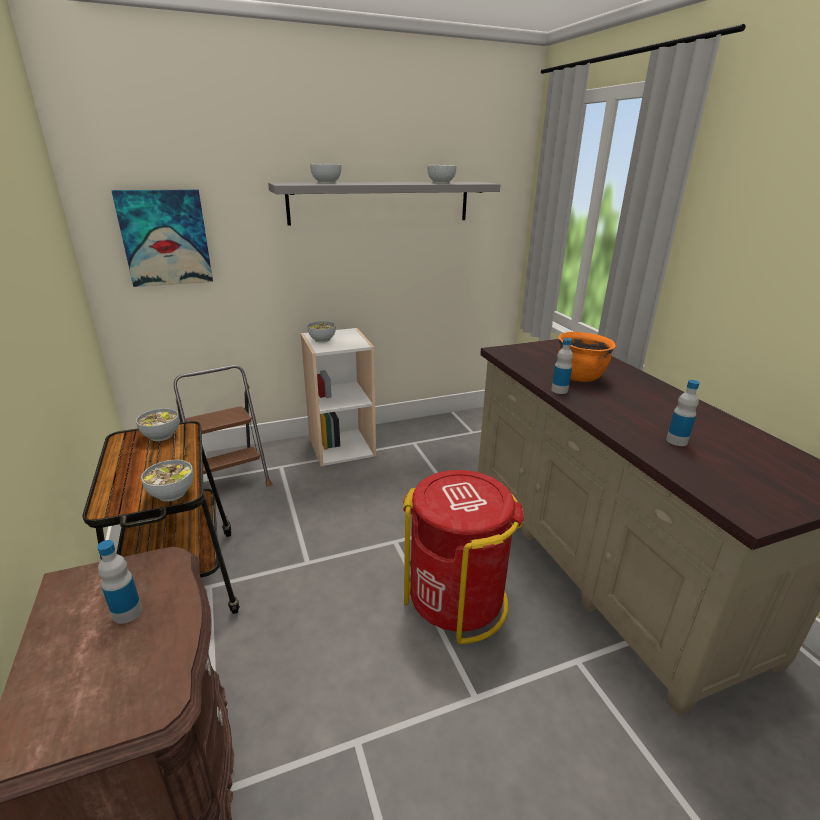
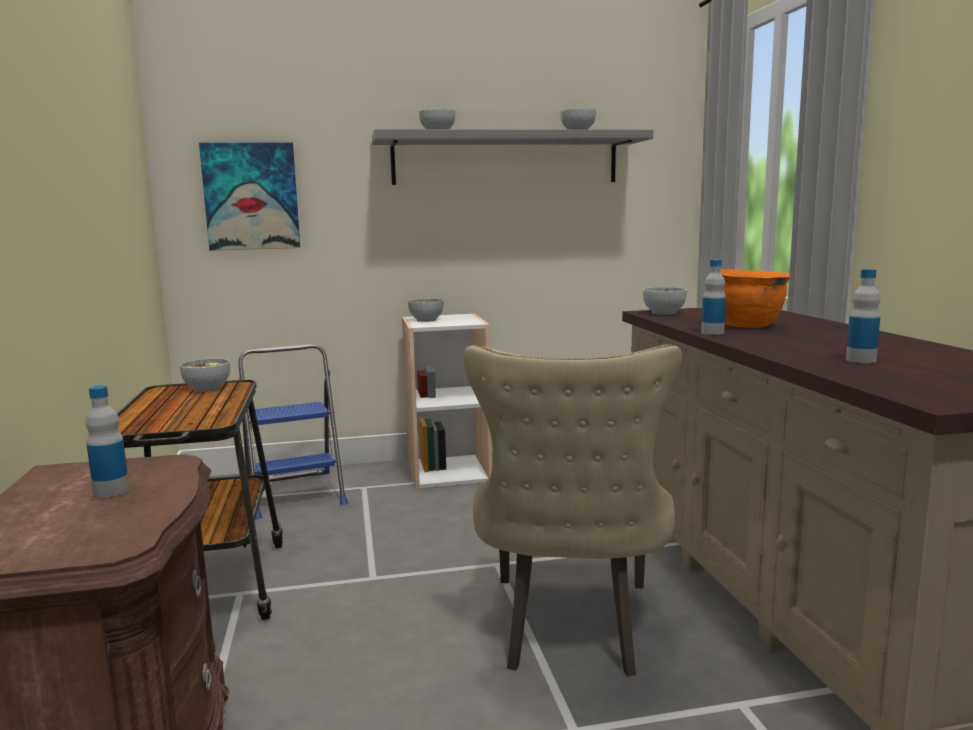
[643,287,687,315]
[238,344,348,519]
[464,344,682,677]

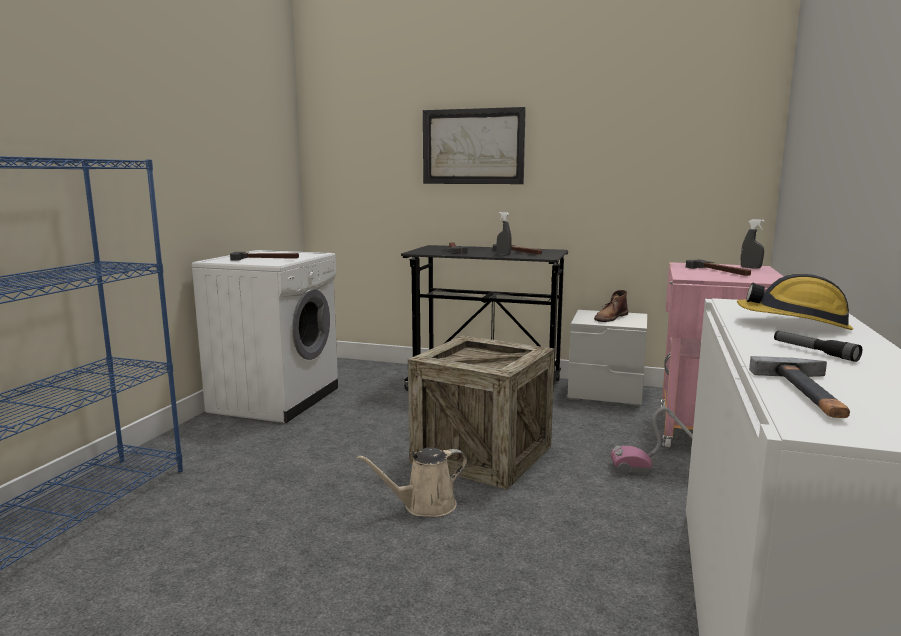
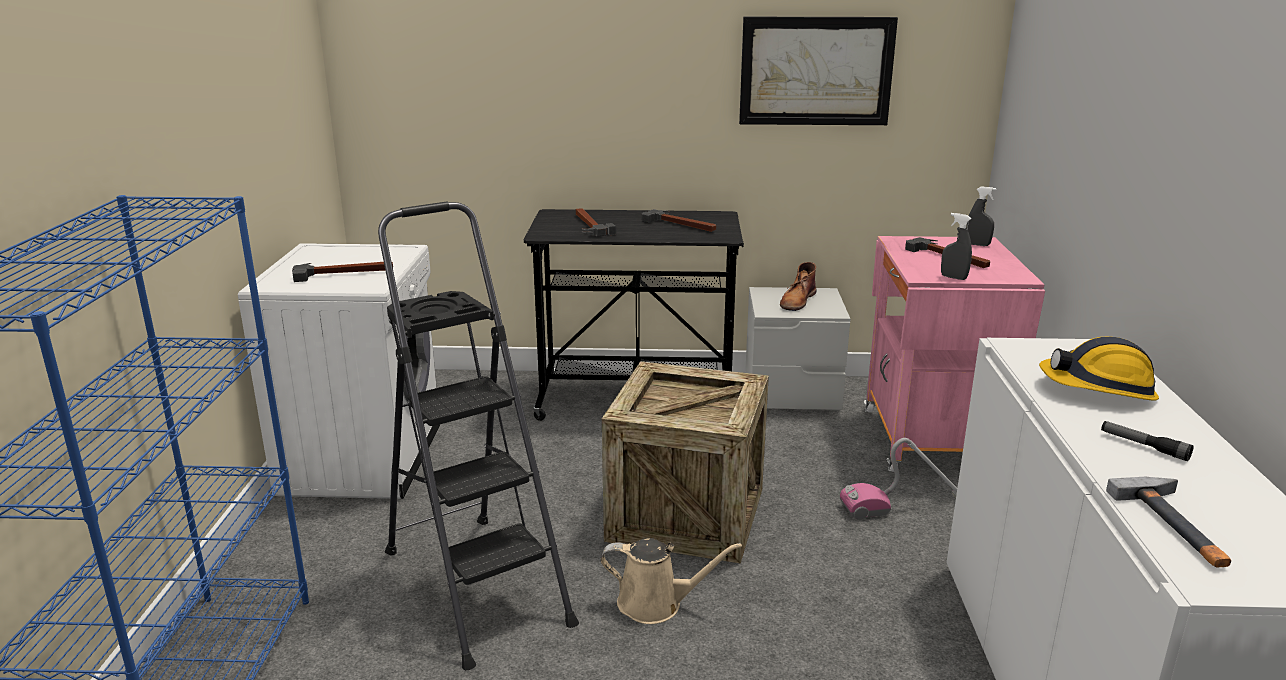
[600,538,742,624]
[739,17,898,125]
[941,213,972,280]
[378,202,579,670]

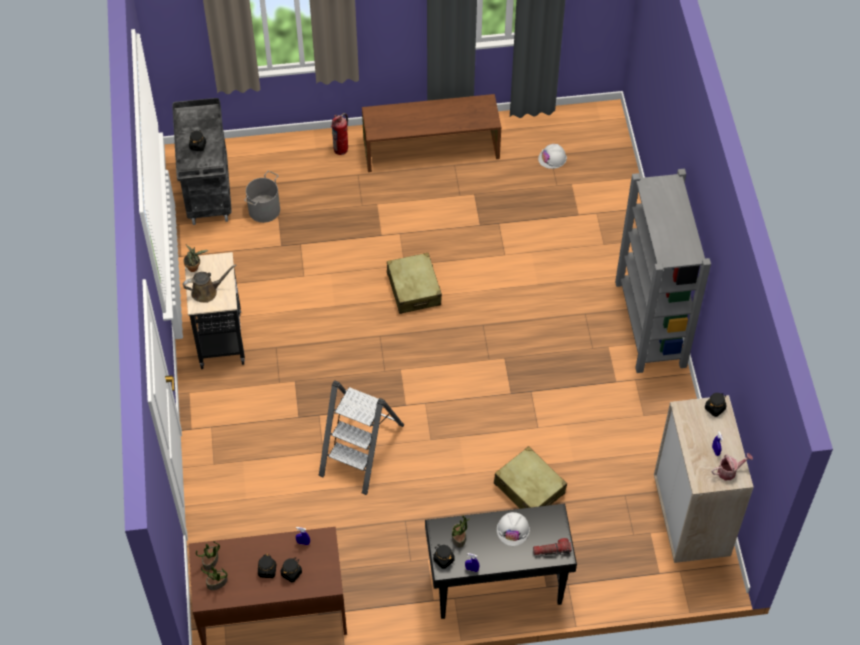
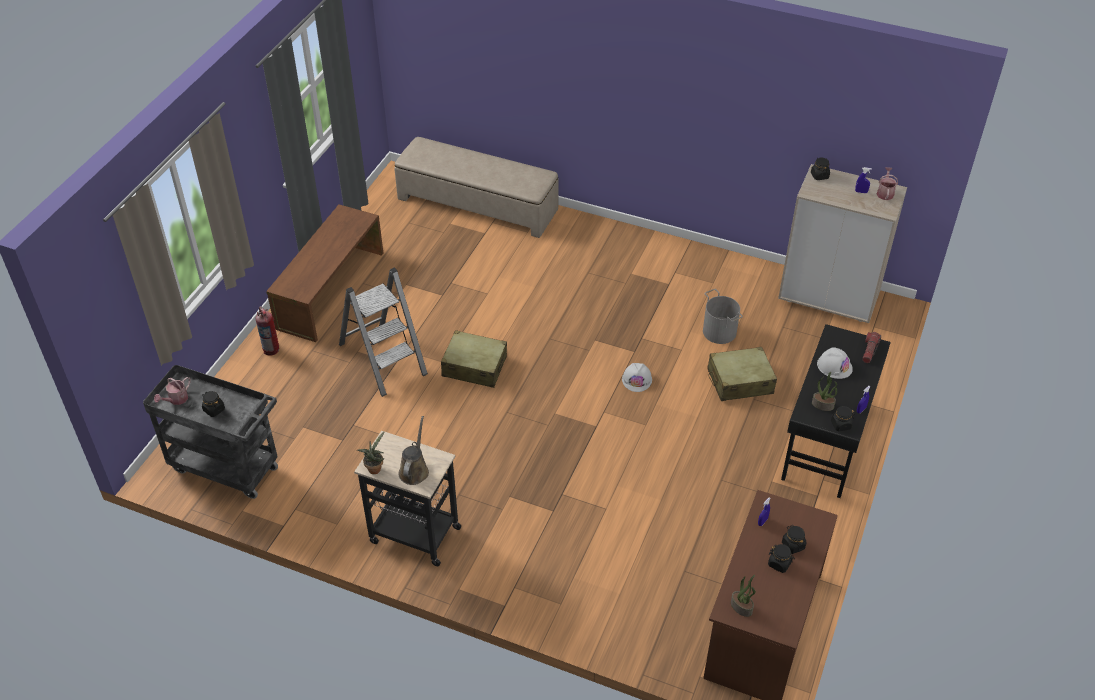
[201,566,228,590] (first image)
[703,289,743,344]
[339,267,428,397]
[622,363,652,392]
[615,169,711,373] (first image)
[154,377,191,405]
[394,137,559,238]

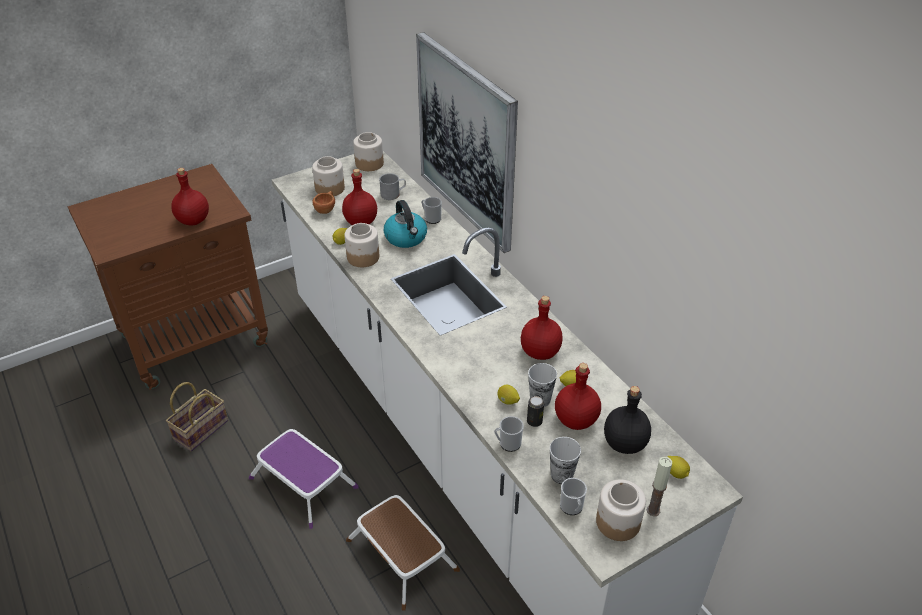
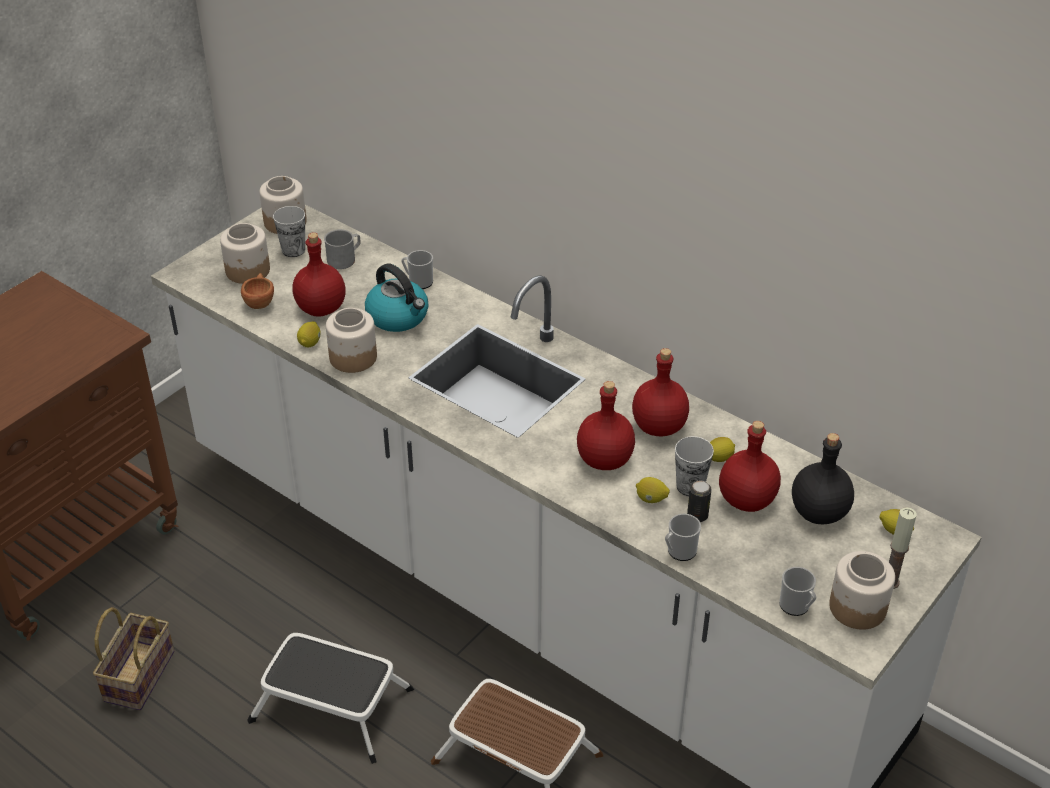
[577,381,635,470]
[247,633,414,764]
[416,32,518,253] (first image)
[273,206,305,257]

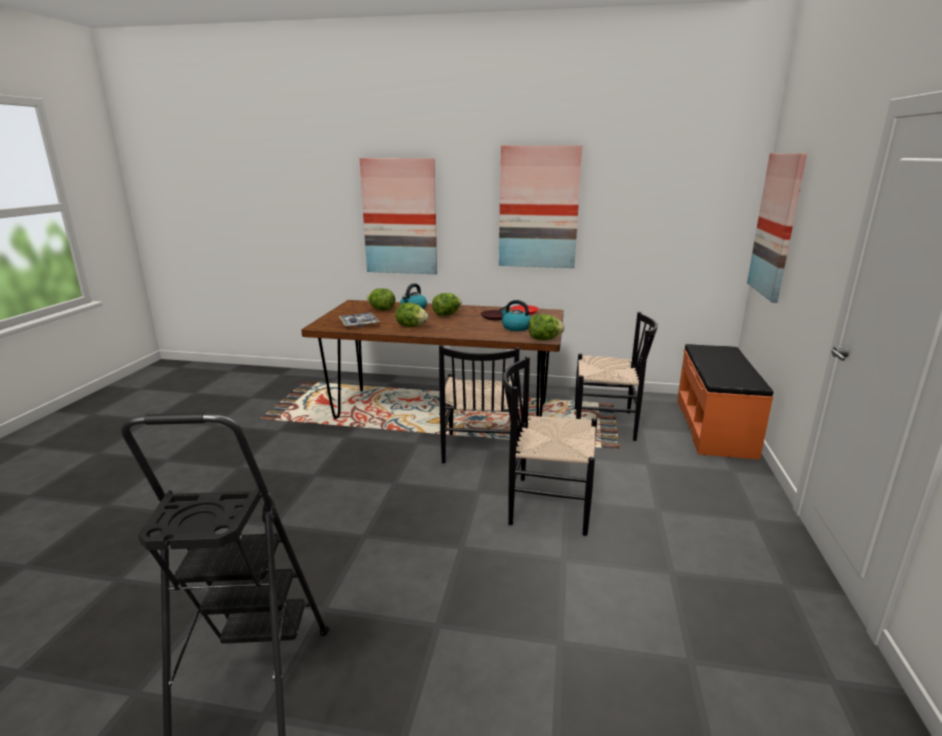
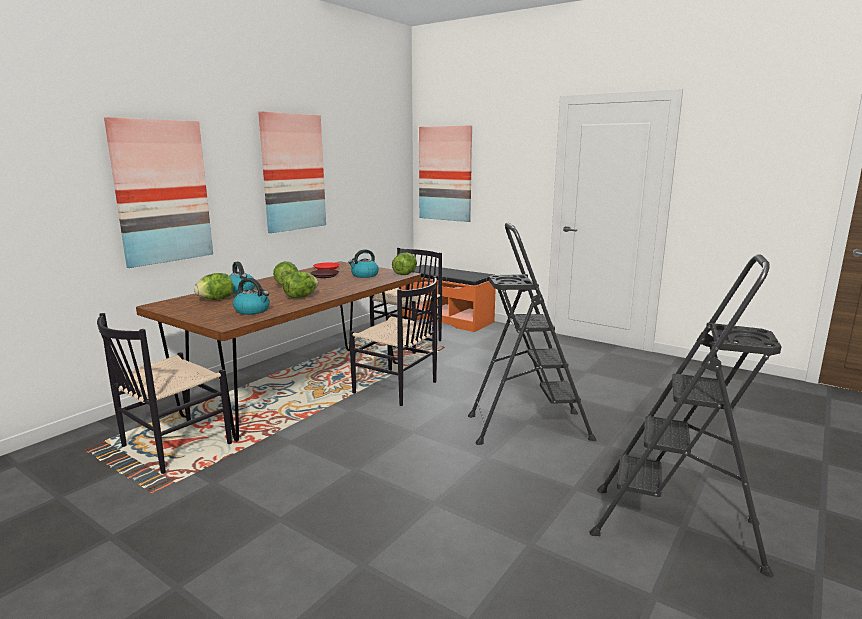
[233,278,270,315]
[97,313,232,474]
[468,222,597,445]

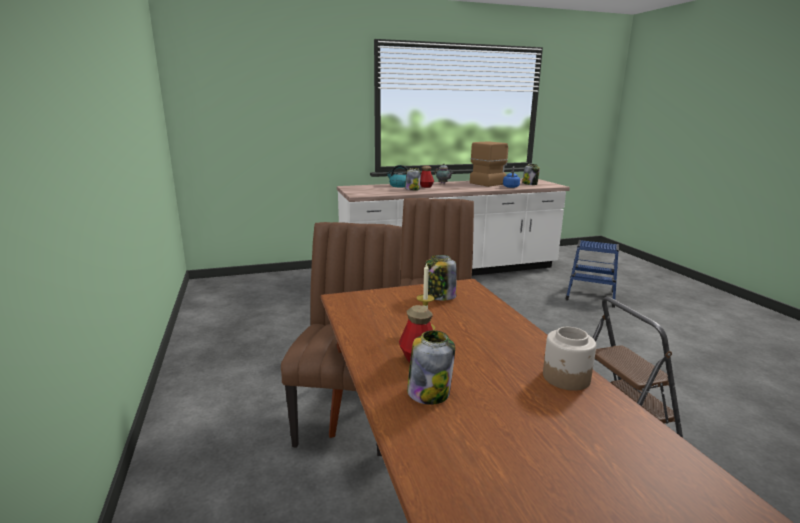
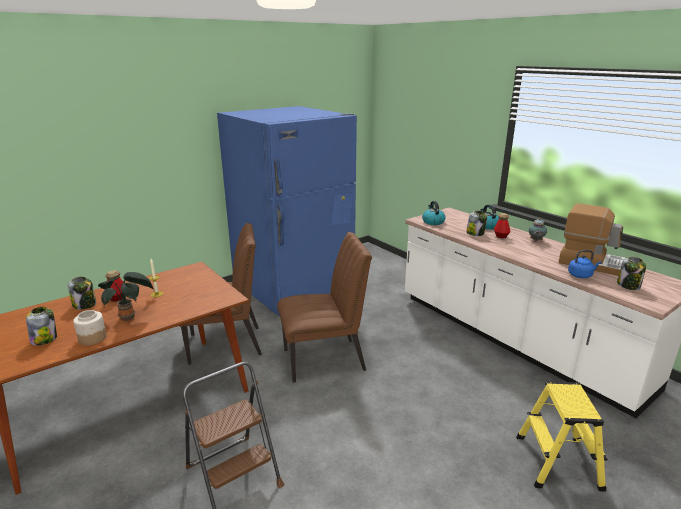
[26,307,57,345]
[516,381,608,492]
[98,272,153,321]
[217,106,357,316]
[422,201,446,225]

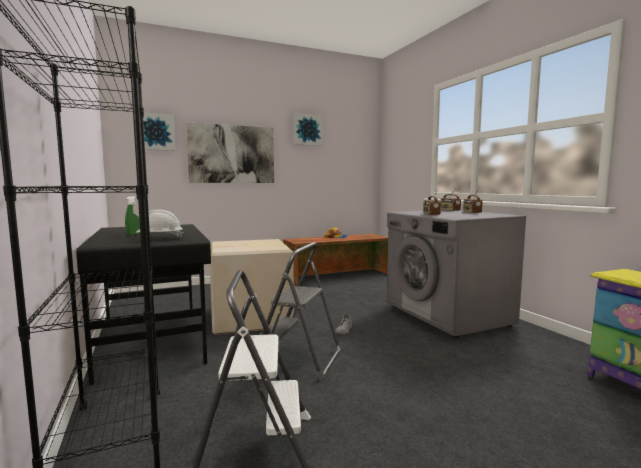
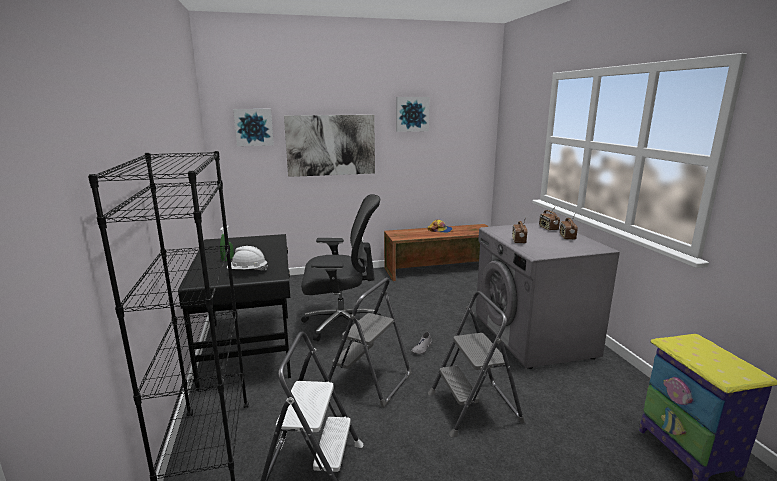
[301,194,381,341]
[428,291,525,438]

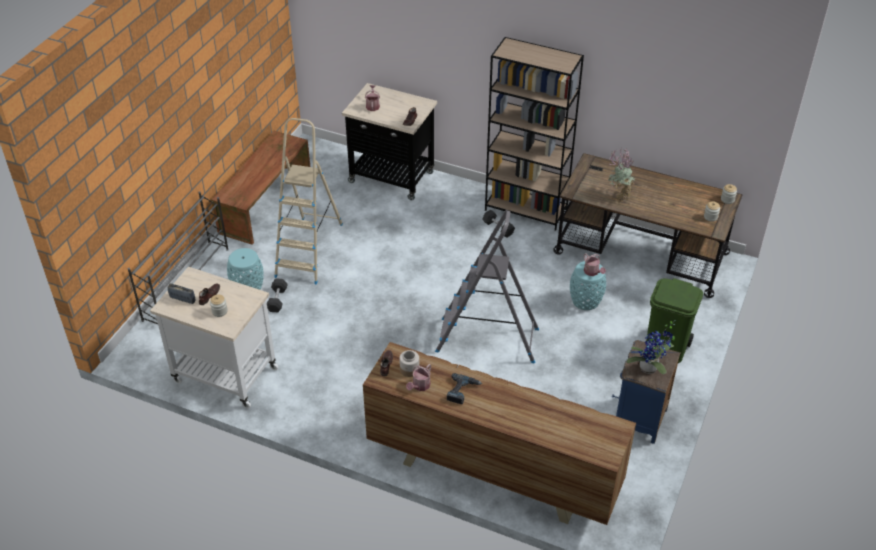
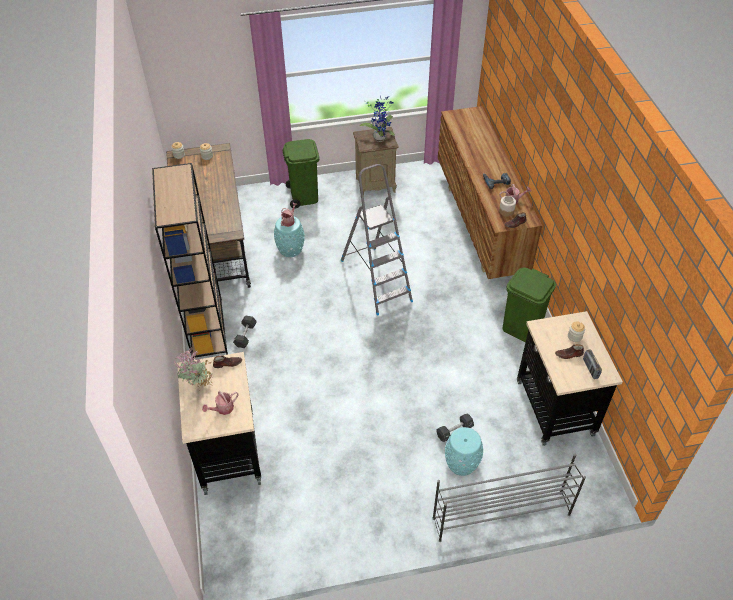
[517,311,623,446]
[211,131,310,244] (first image)
[274,118,343,284] (first image)
[174,348,213,390]
[353,127,399,195]
[503,268,556,342]

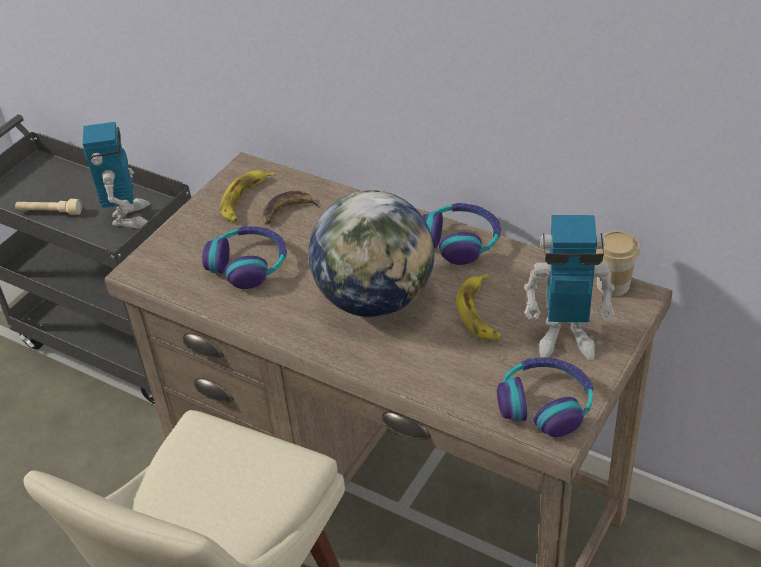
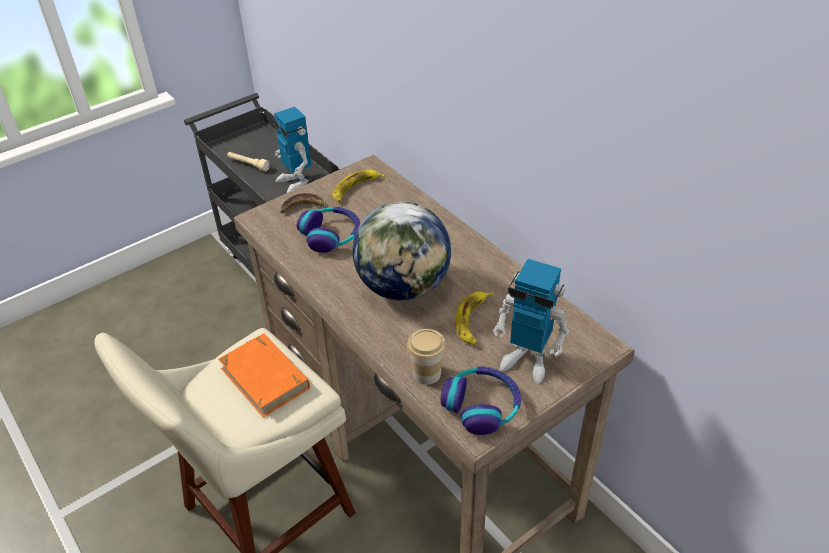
[273,107,312,193]
[280,193,325,213]
[422,203,501,265] (first image)
[407,329,446,385]
[218,333,310,417]

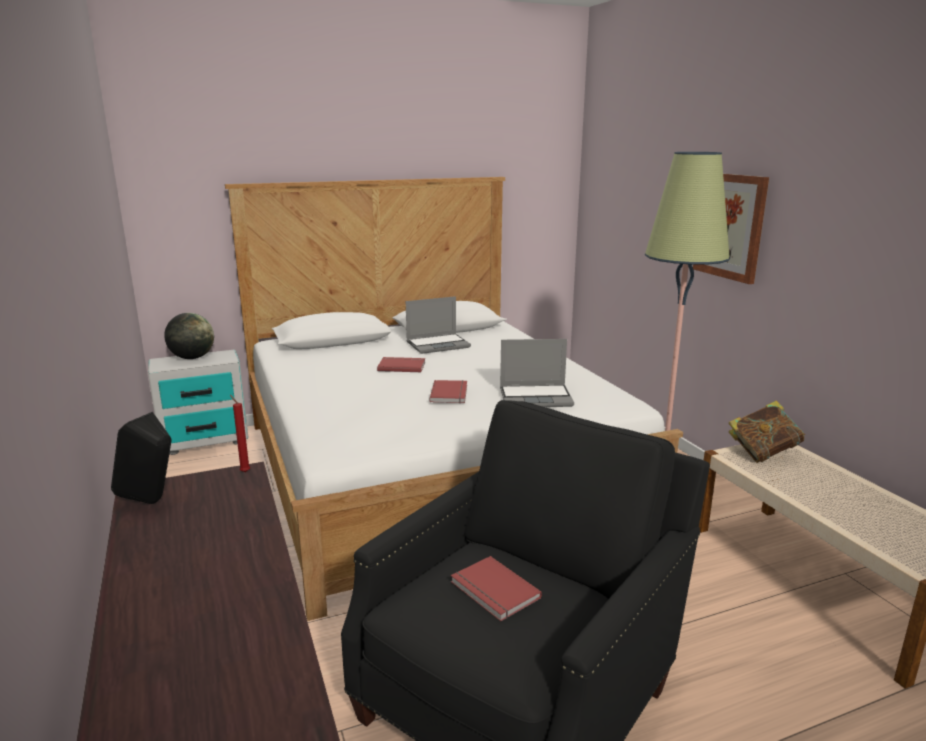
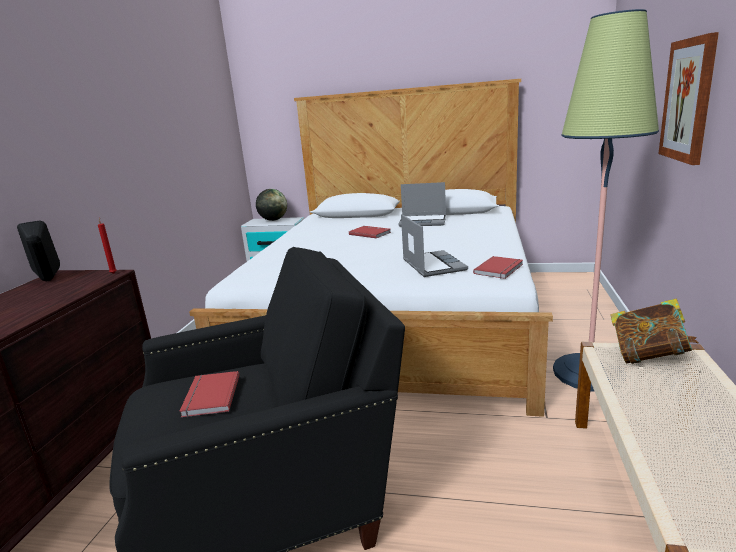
[473,256,523,279]
[401,214,468,277]

